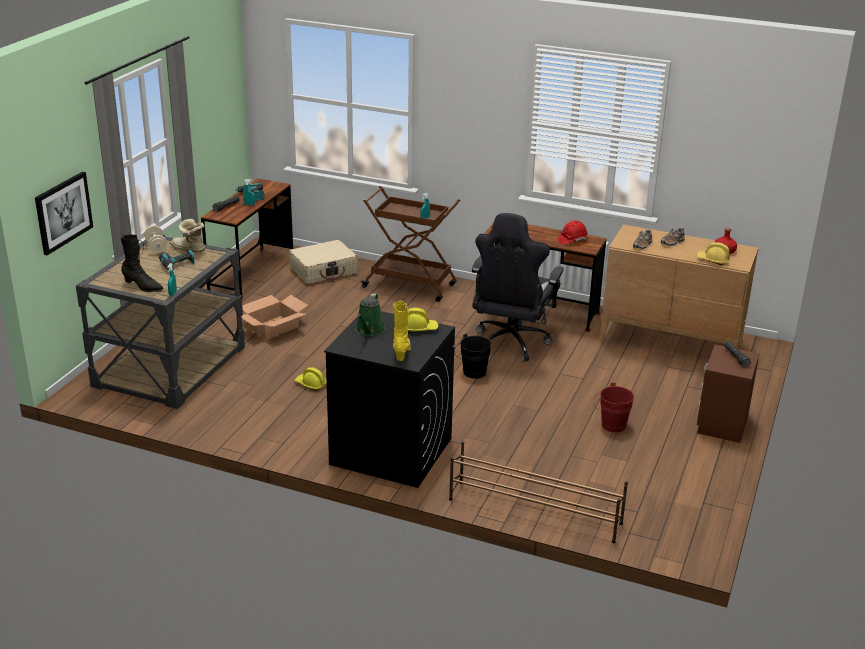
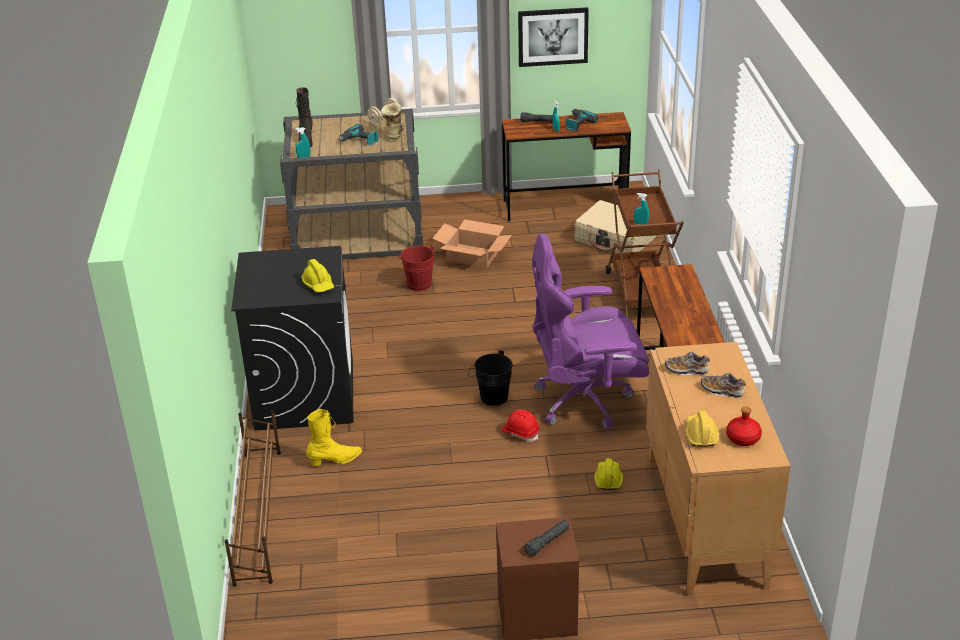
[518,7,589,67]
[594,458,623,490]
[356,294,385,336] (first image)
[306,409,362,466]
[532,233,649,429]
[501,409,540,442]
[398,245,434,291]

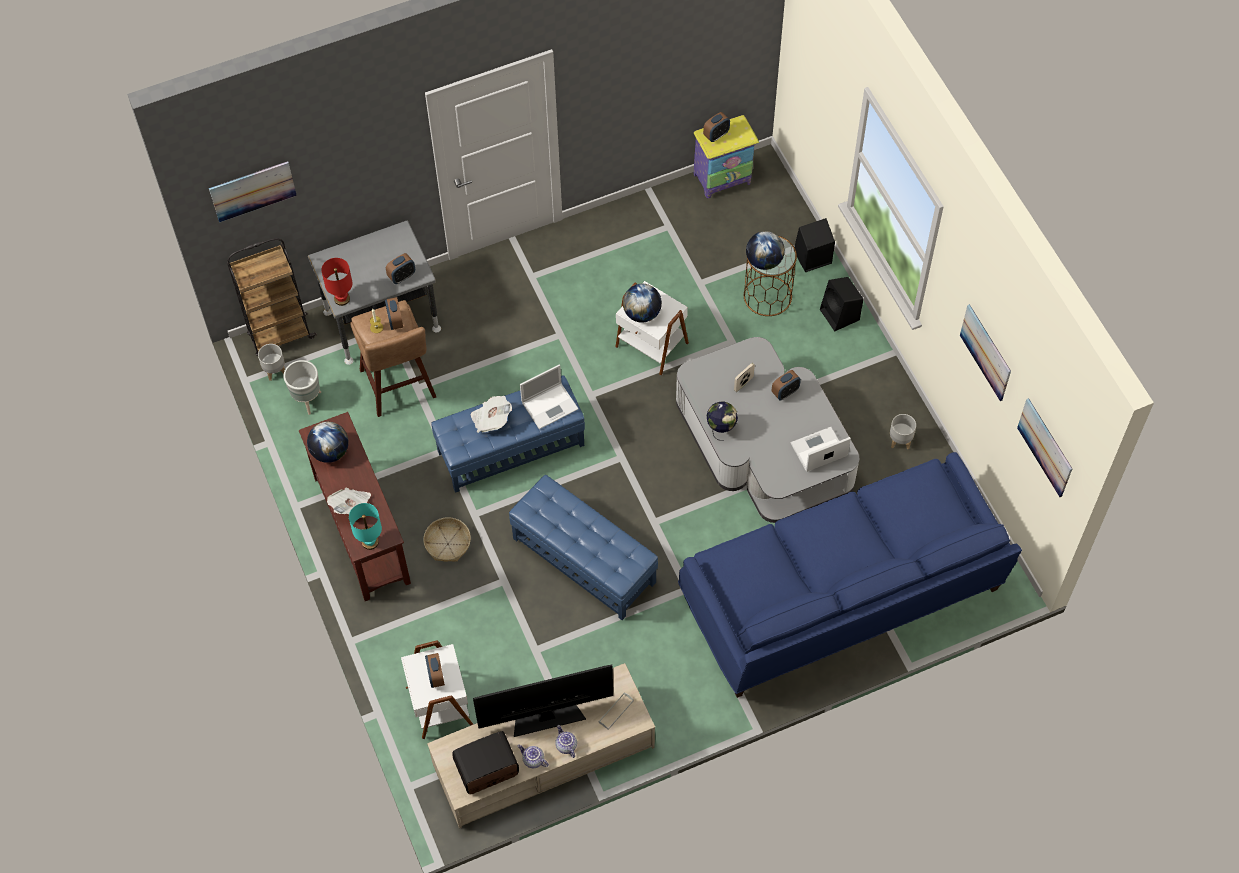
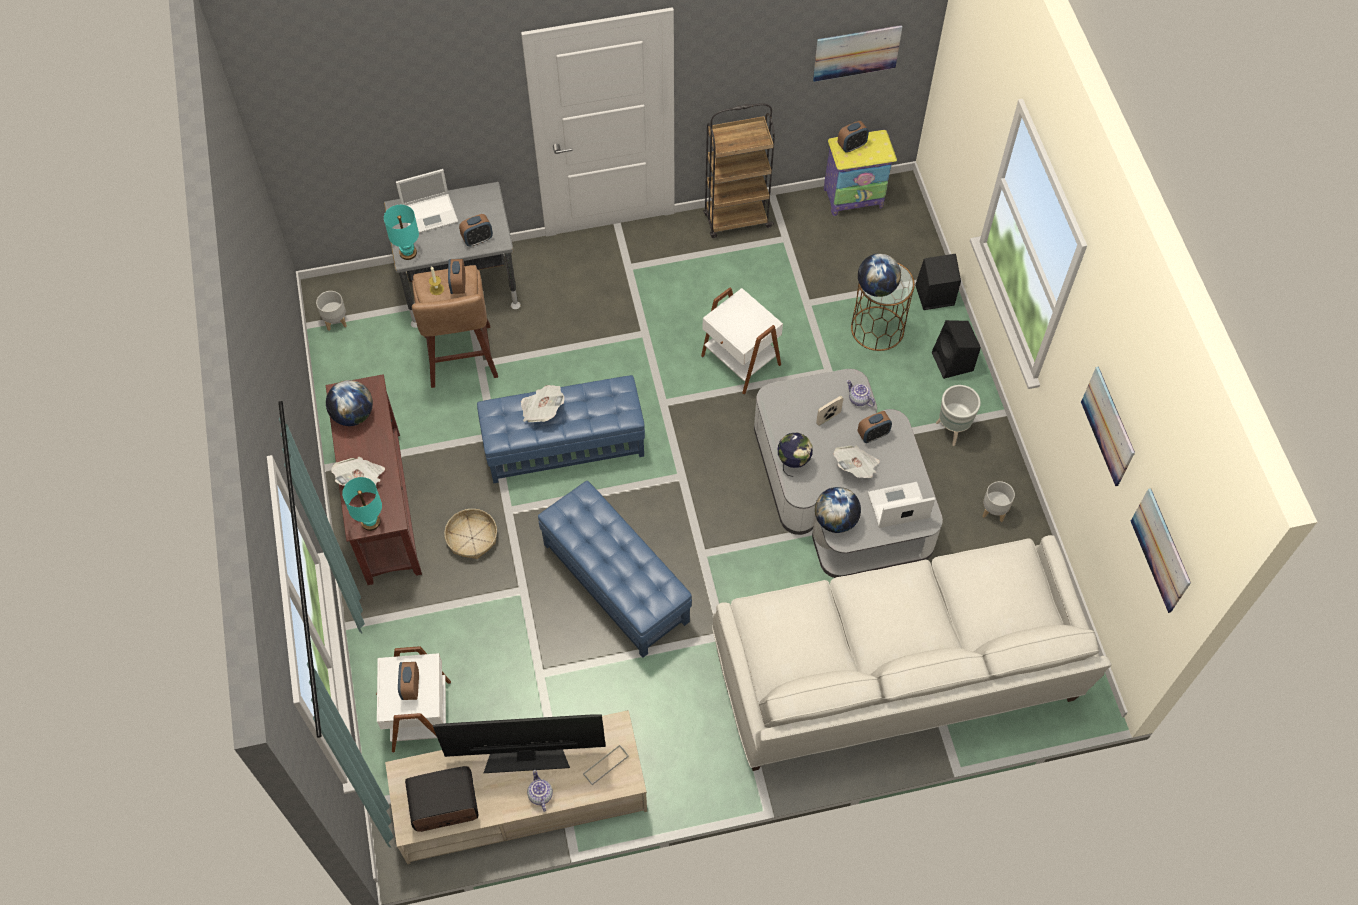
[813,25,902,82]
[703,103,775,238]
[936,385,981,446]
[384,205,419,260]
[847,380,875,407]
[396,169,458,233]
[815,487,861,533]
[712,535,1112,771]
[833,446,880,478]

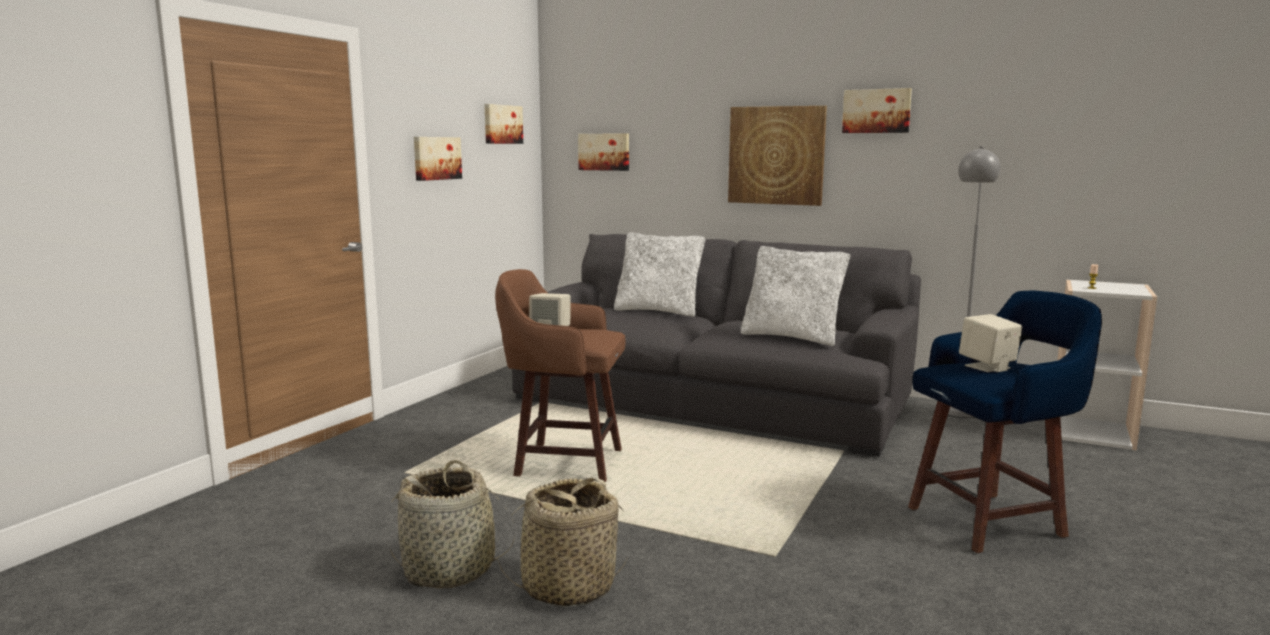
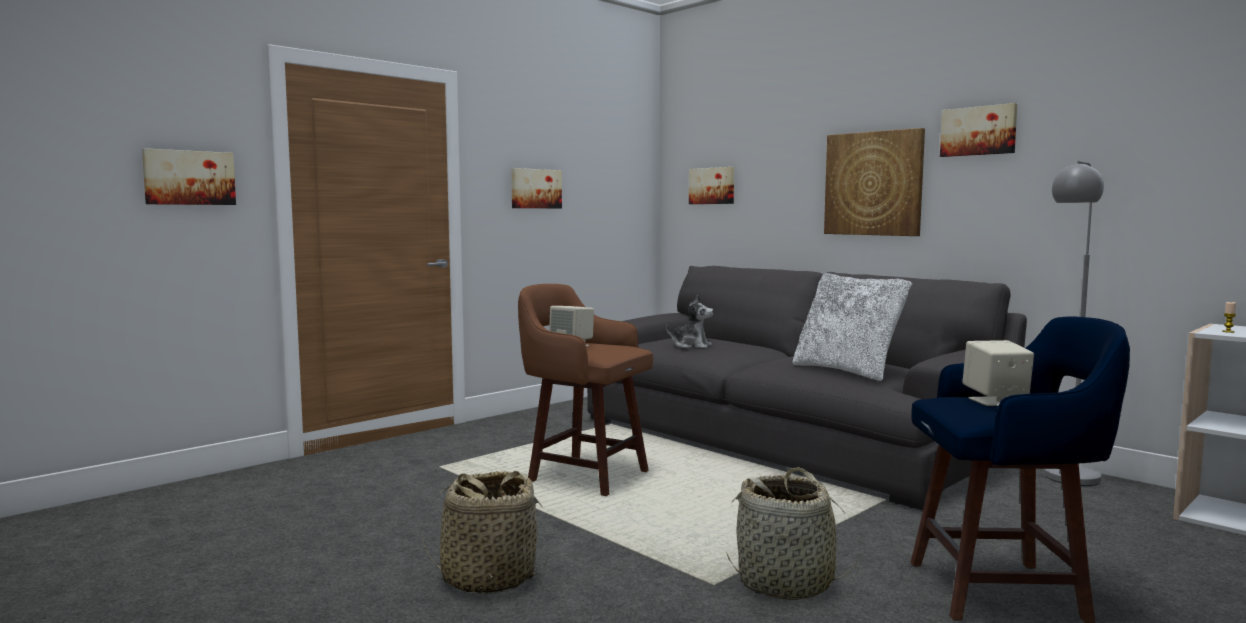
[726,467,860,600]
[142,148,236,205]
[614,232,706,317] (first image)
[666,295,714,349]

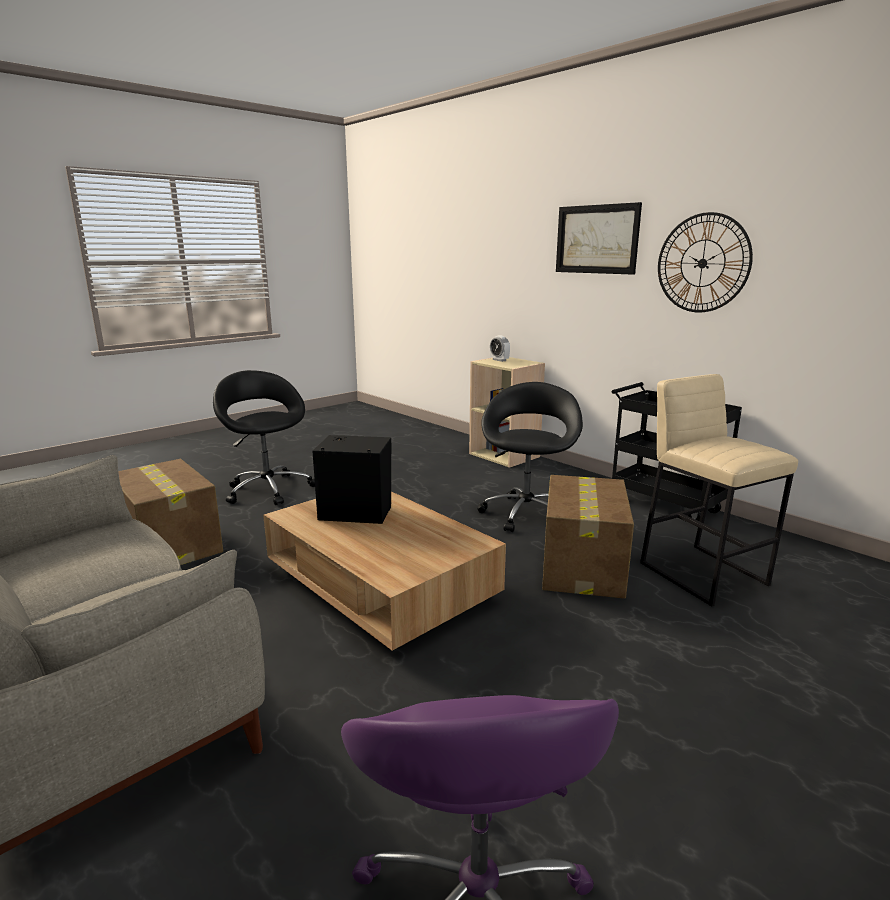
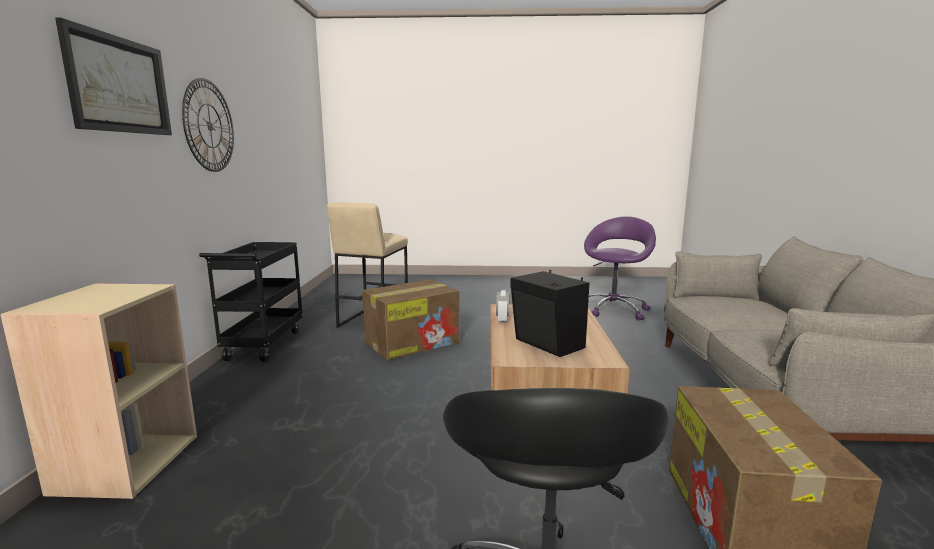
[477,382,583,532] (first image)
[496,290,510,323]

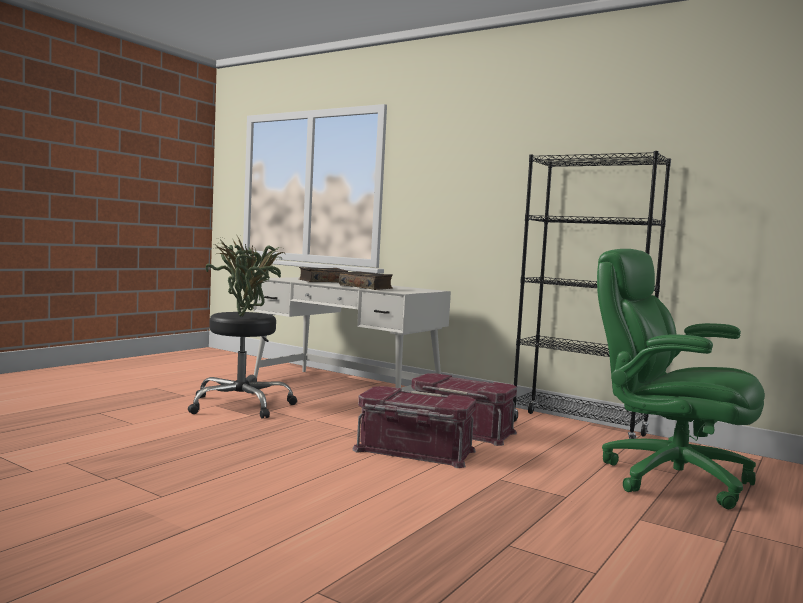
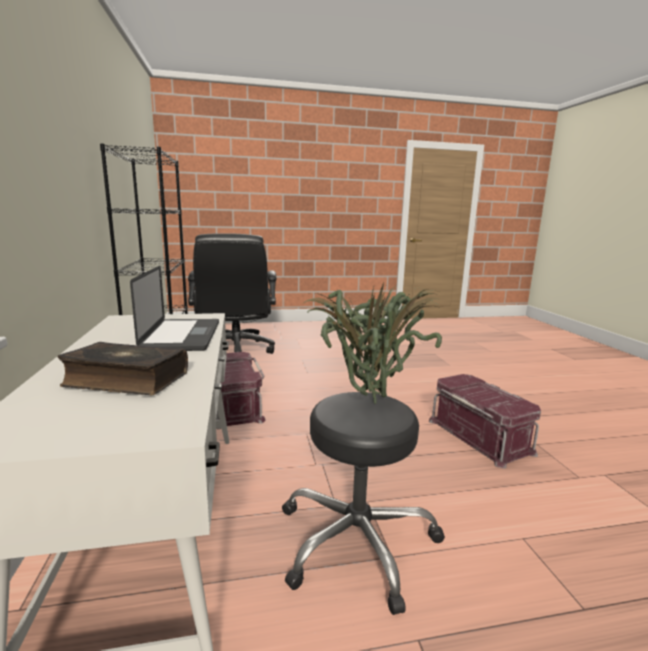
[130,266,219,351]
[429,374,541,468]
[188,233,276,354]

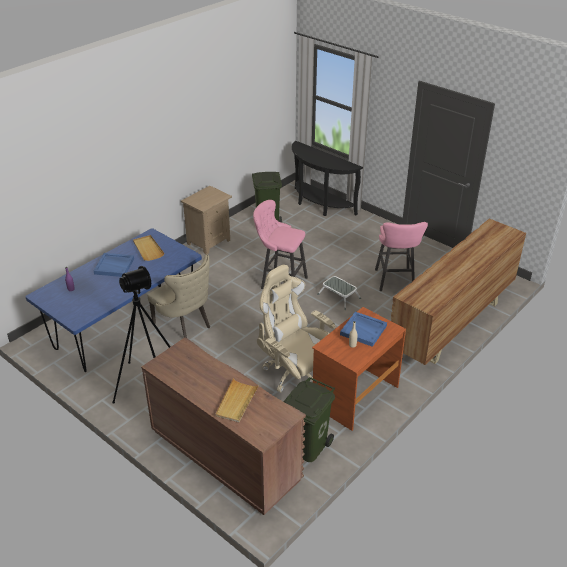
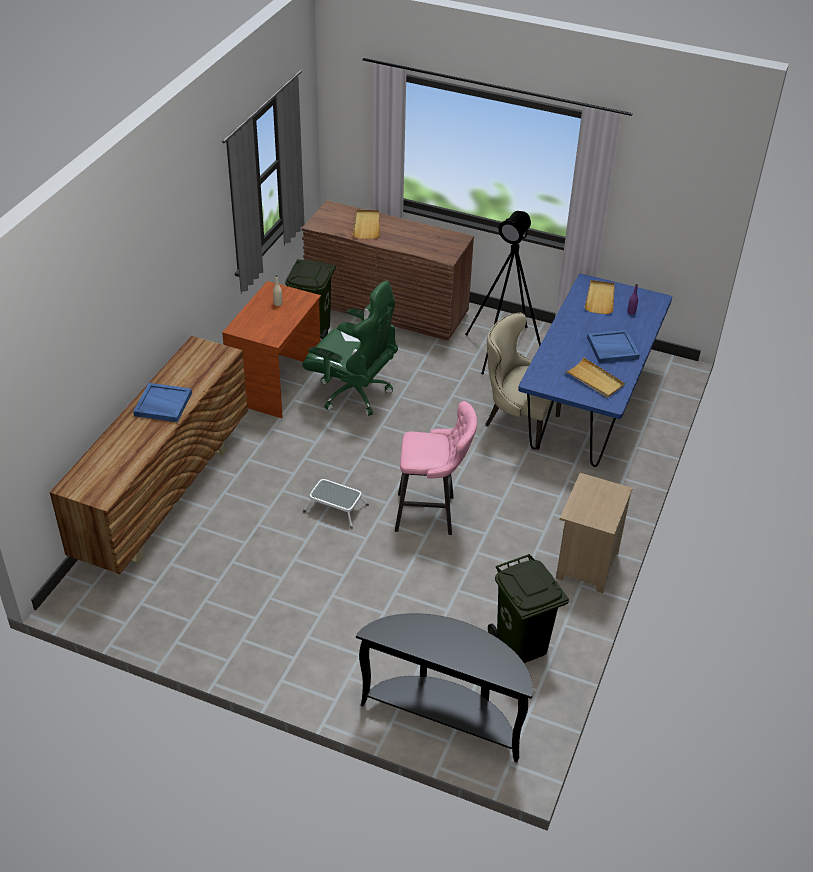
[302,281,398,416]
[133,383,192,422]
[375,222,428,291] (first image)
[584,280,615,314]

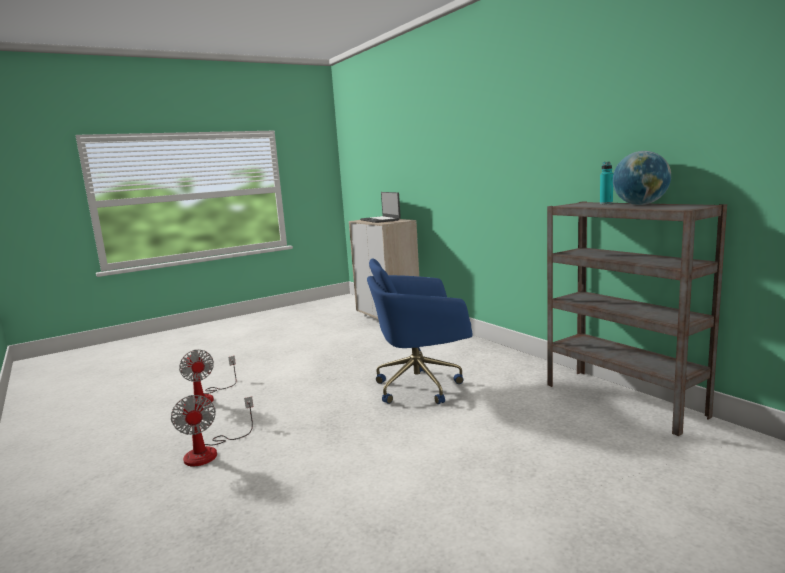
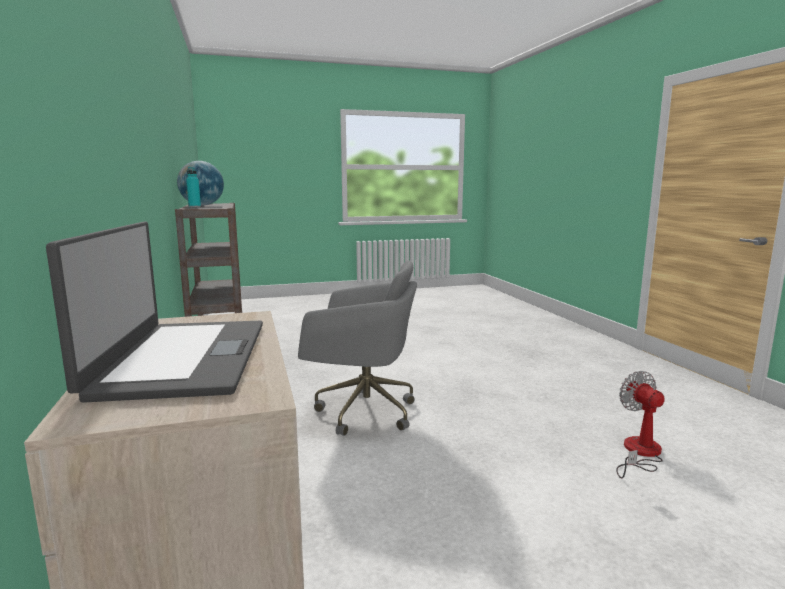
[171,395,253,466] (first image)
[298,261,417,436]

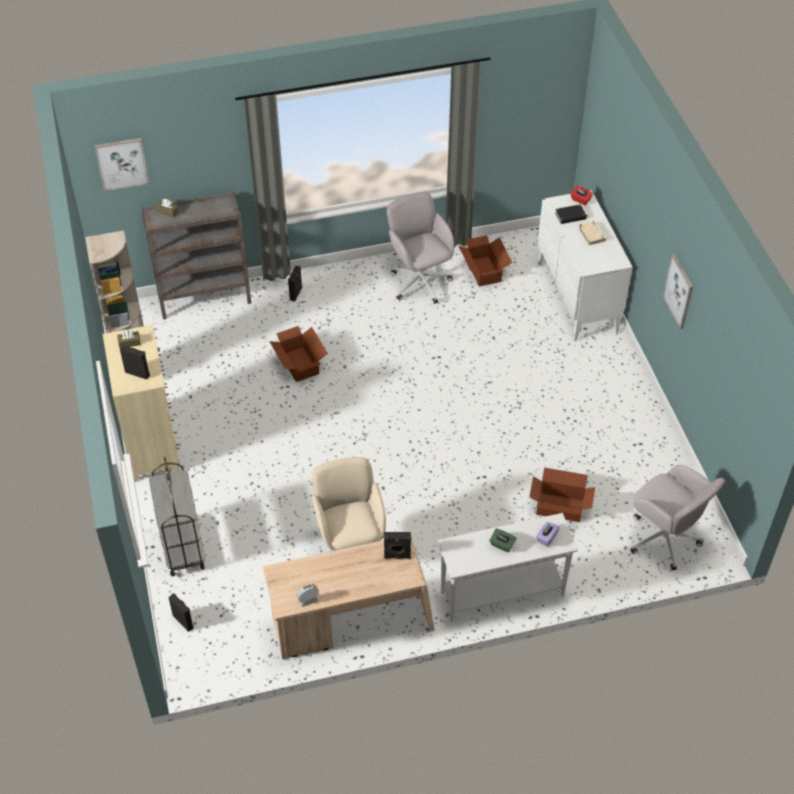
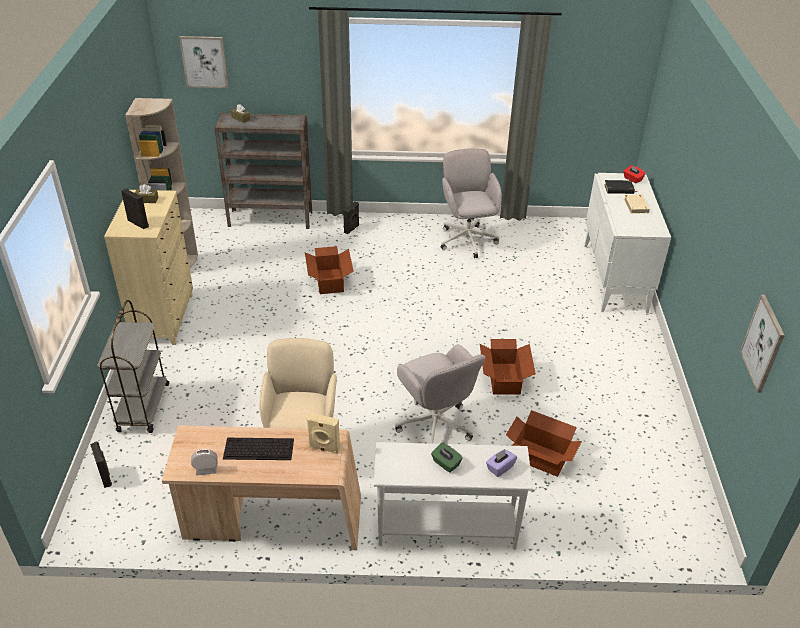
[306,412,340,454]
[480,339,536,394]
[395,345,486,444]
[740,295,785,393]
[223,438,294,460]

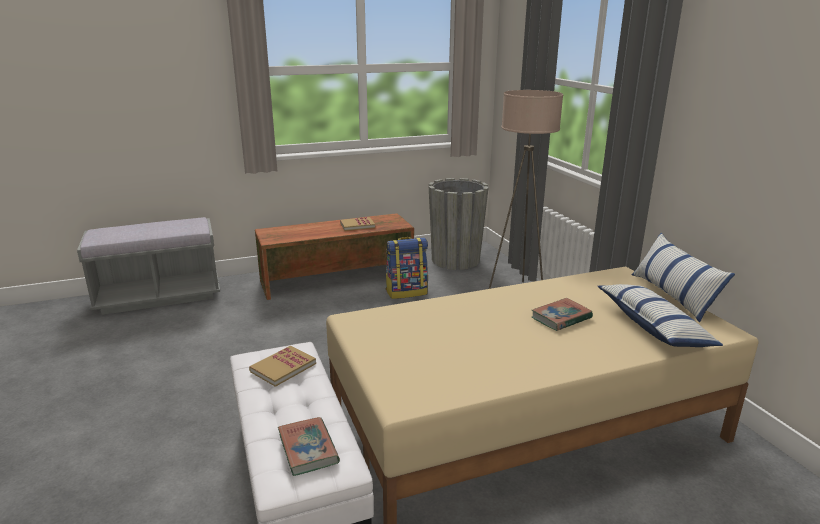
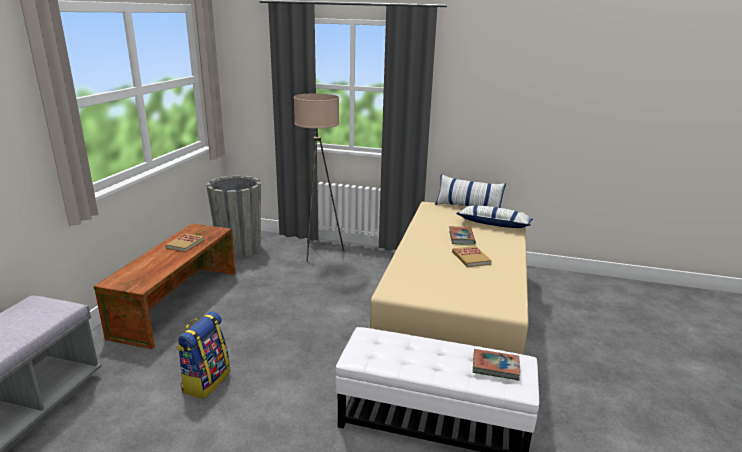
[452,246,491,267]
[177,312,230,399]

